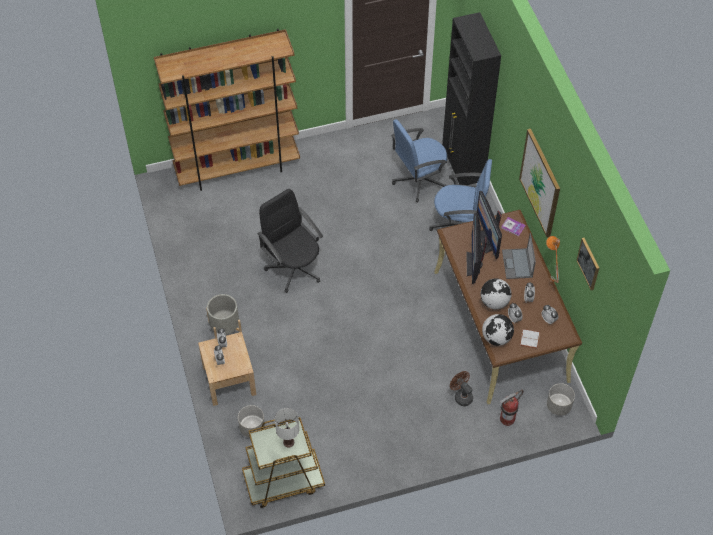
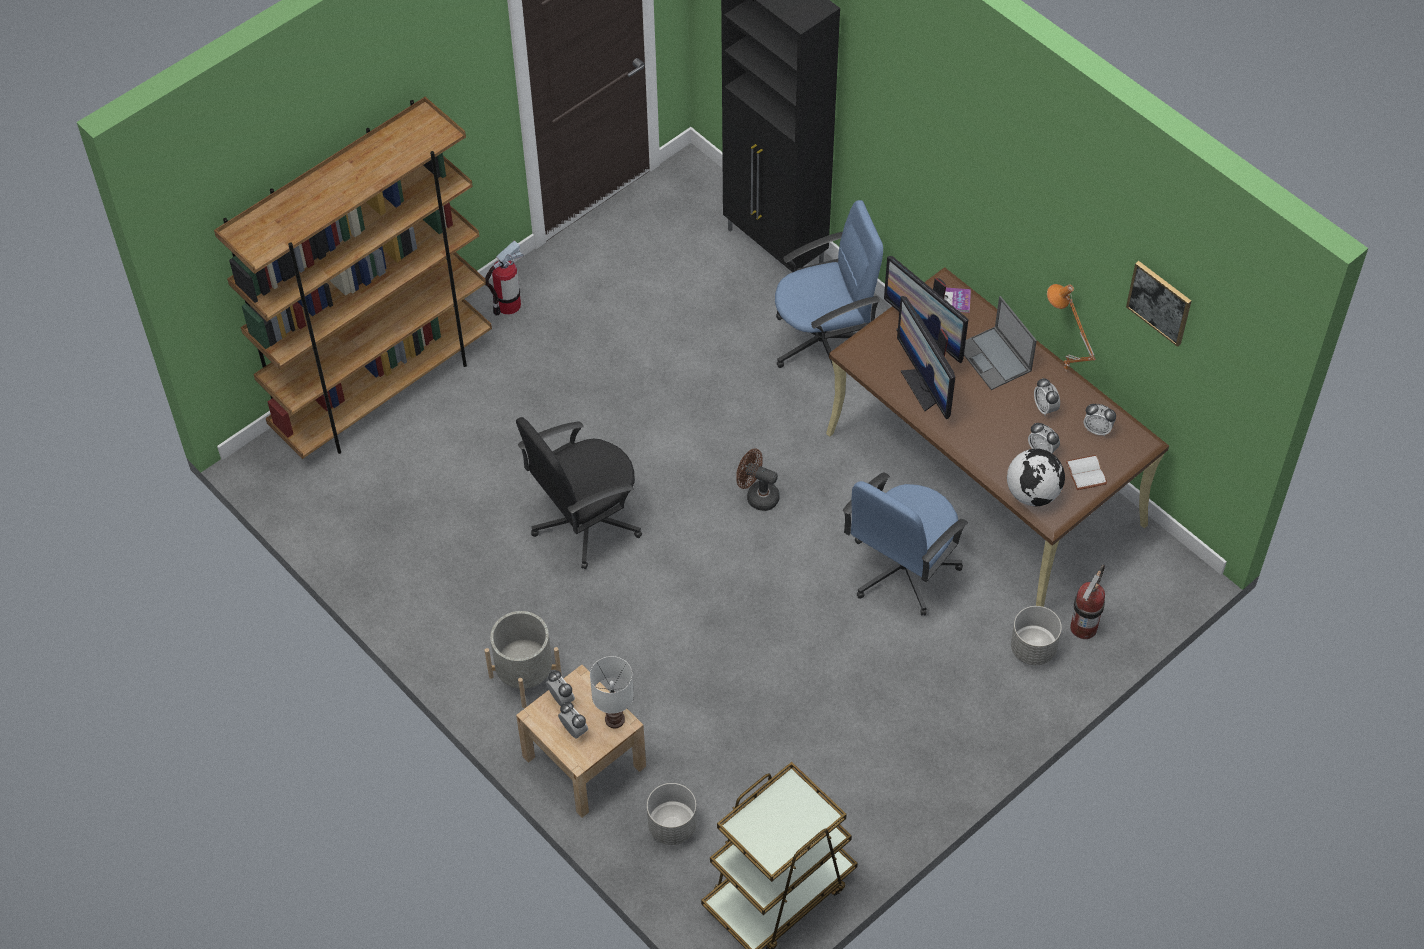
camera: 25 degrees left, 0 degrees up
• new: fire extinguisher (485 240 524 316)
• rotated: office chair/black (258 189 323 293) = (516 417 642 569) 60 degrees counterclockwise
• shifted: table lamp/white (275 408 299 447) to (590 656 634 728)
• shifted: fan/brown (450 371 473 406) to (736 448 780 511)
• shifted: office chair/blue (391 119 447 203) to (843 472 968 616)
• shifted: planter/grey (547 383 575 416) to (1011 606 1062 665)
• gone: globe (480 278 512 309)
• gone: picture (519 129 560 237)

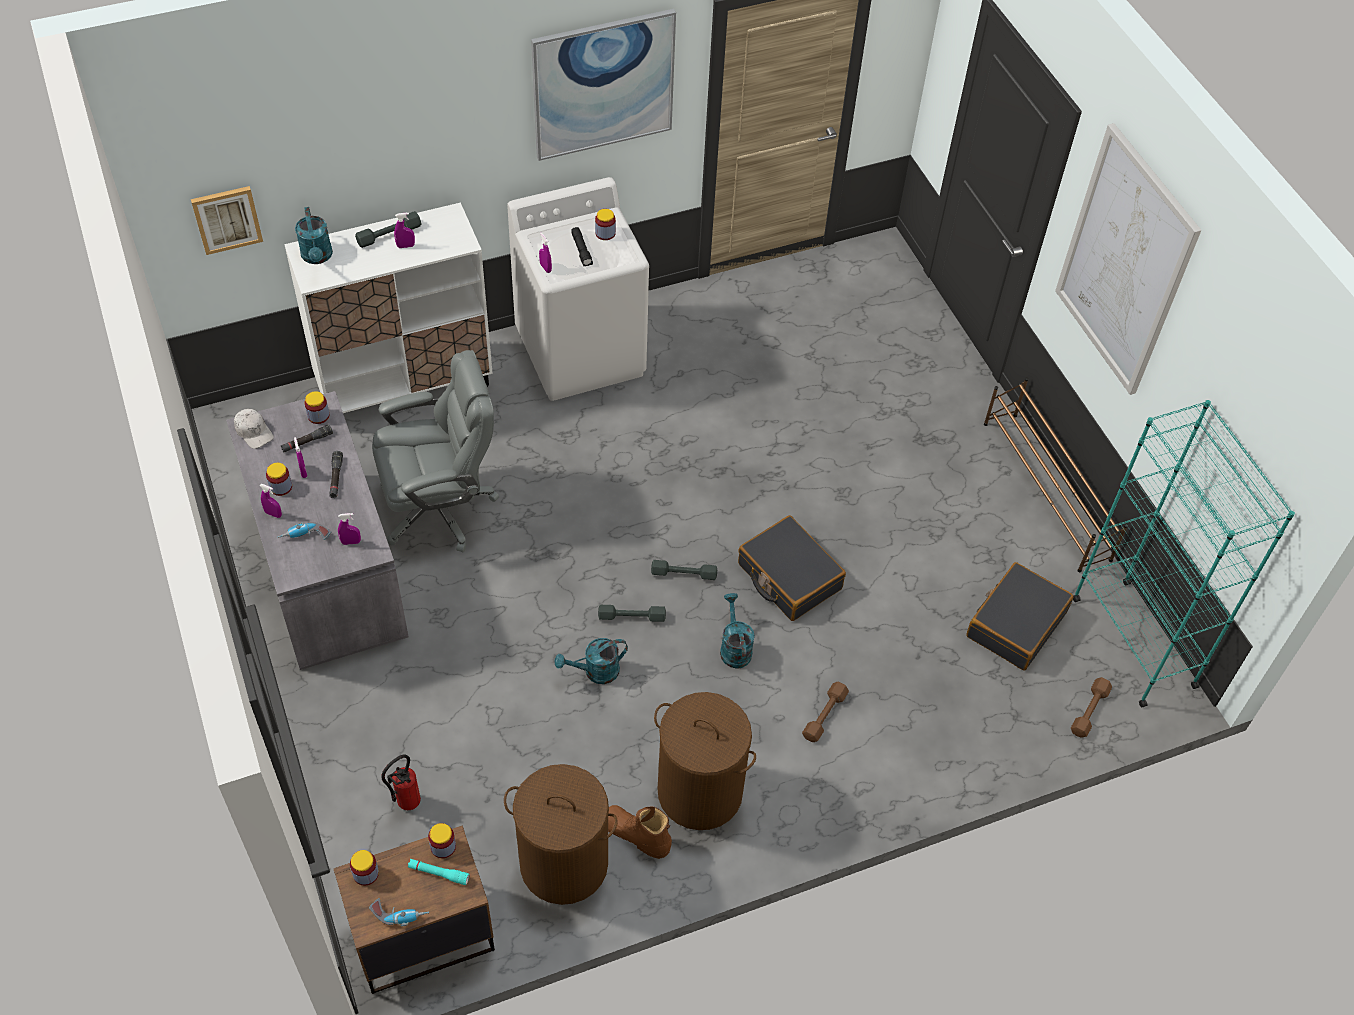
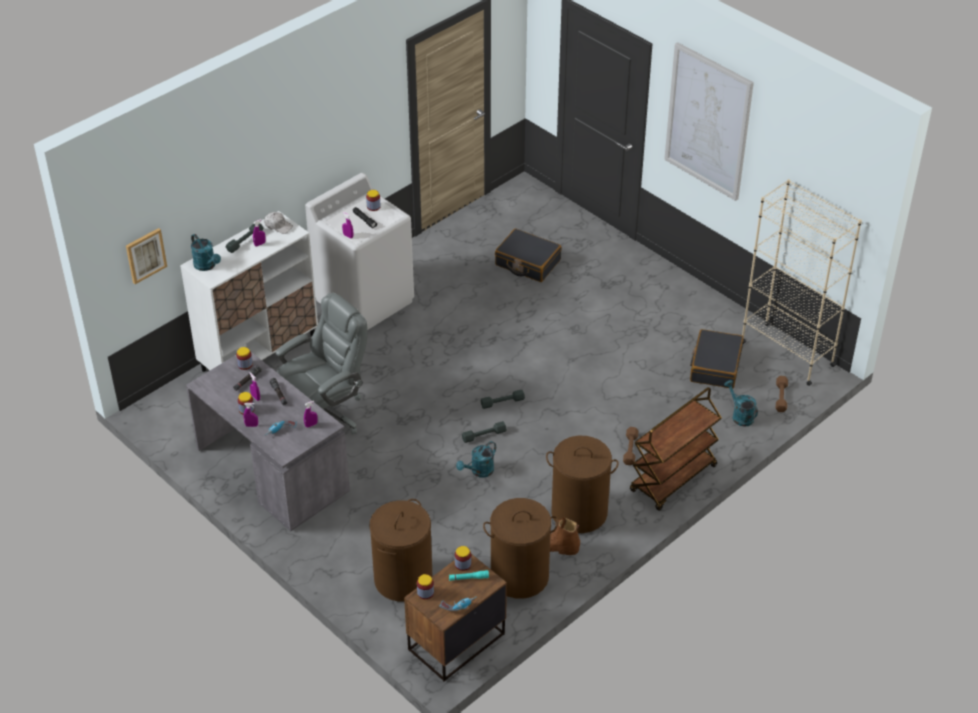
camera: 20 degrees left, 10 degrees down
• shifted: cap/white (234 409 274 449) to (264 212 293 234)
• swapped: fire extinguisher (382 754 421 810) to laundry basket/brown (369 499 432 602)
• shifted: suitcase/black (738 515 846 621) to (495 228 562 282)
• new: cart/brown (630 387 722 511)
• shifted: watering can/turquoise (720 593 755 669) to (724 380 758 427)
• repainted: bookcase/turquoise (1073 400 1295 707) to bookcase/beige (742 179 862 386)
• gone: picture (531 9 676 161)
• gone: shoe rack/brown (984 377 1128 572)

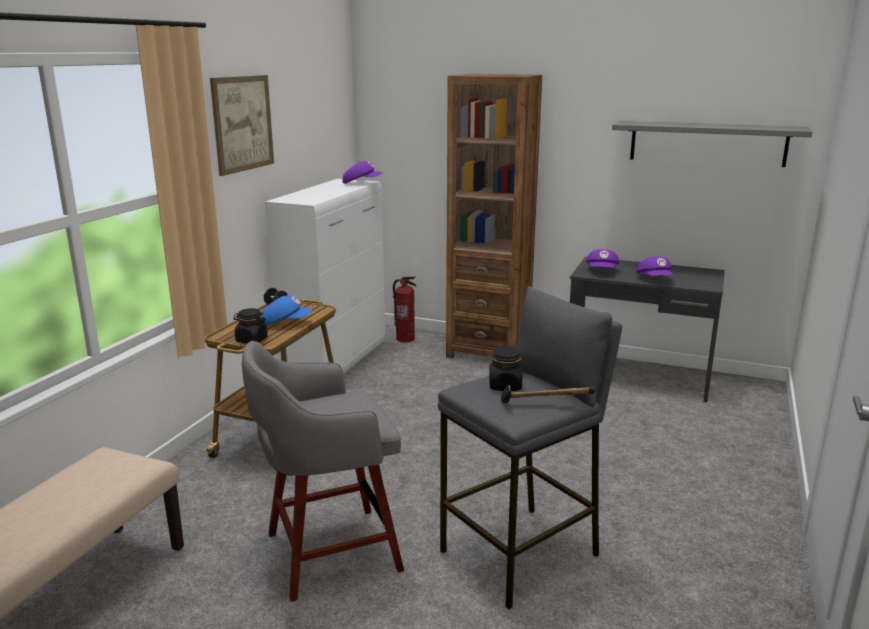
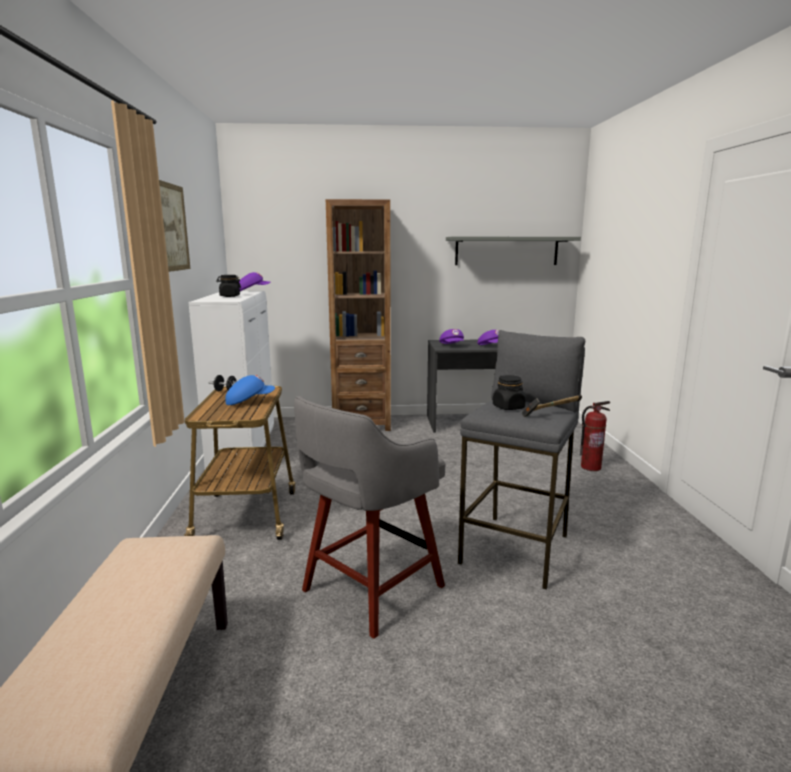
camera: 25 degrees left, 5 degrees down
• shifted: jar/black (233 308 268 343) to (216 275 241 297)
• shifted: fire extinguisher (393 277 416 342) to (580 401 610 471)

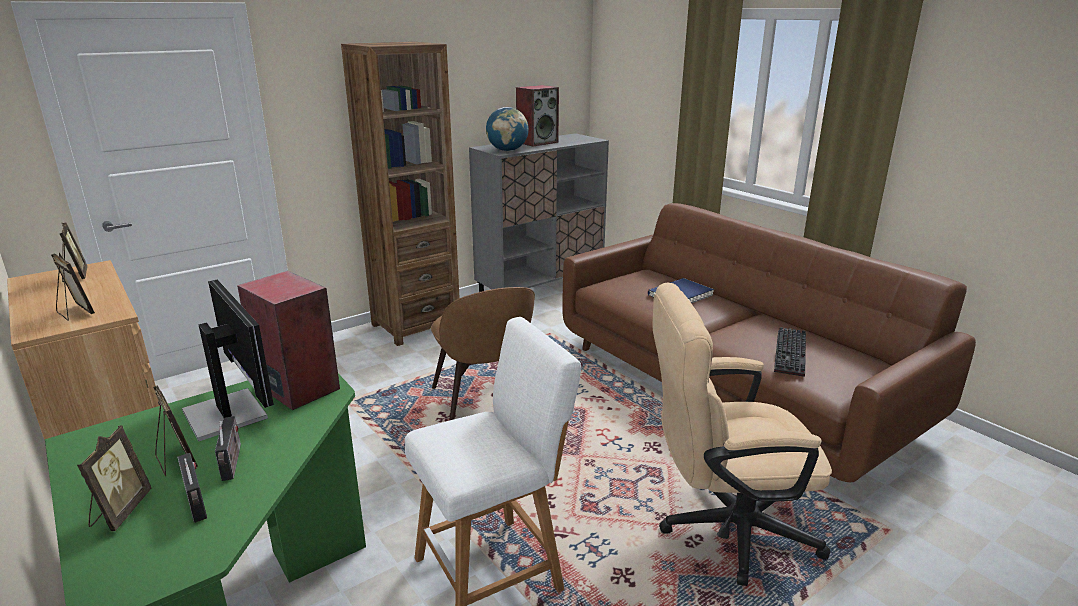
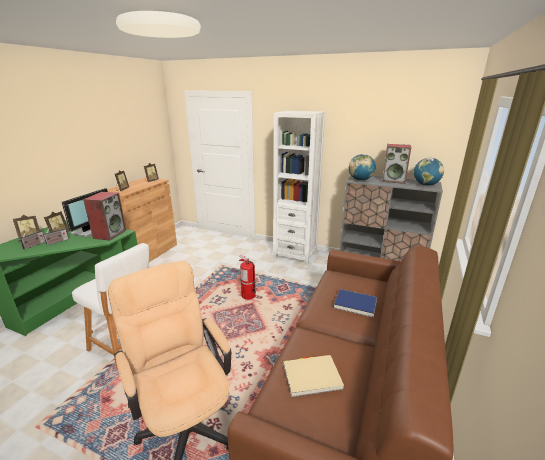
camera: 60 degrees right, 0 degrees up
• swapped: chair/brown (431 287 535 420) to fire extinguisher (239 254 256 300)
• repainted: bookcase/brown (341 42 460 346) to bookcase/white (273 111 325 265)
• swapped: keyboard (774 327 806 377) to book/beige (283 355 344 397)
• new: globe (414 158 444 186)

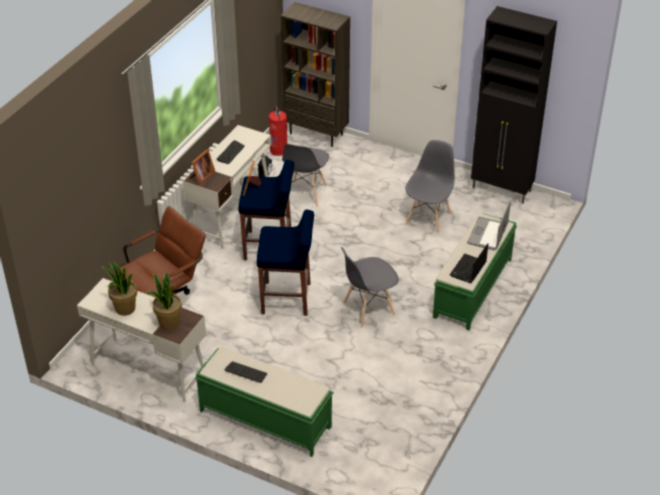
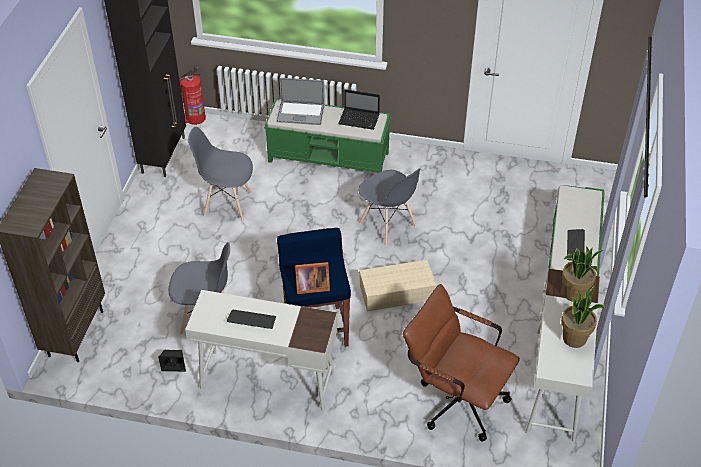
camera: 105 degrees left, 5 degrees up
• shifted: fire extinguisher (269 106 287 156) to (179 68 206 125)
• swapped: stool/blue (257 210 314 316) to storage box/beige (359 260 436 311)
• gone: picture frame (190 149 215 184)

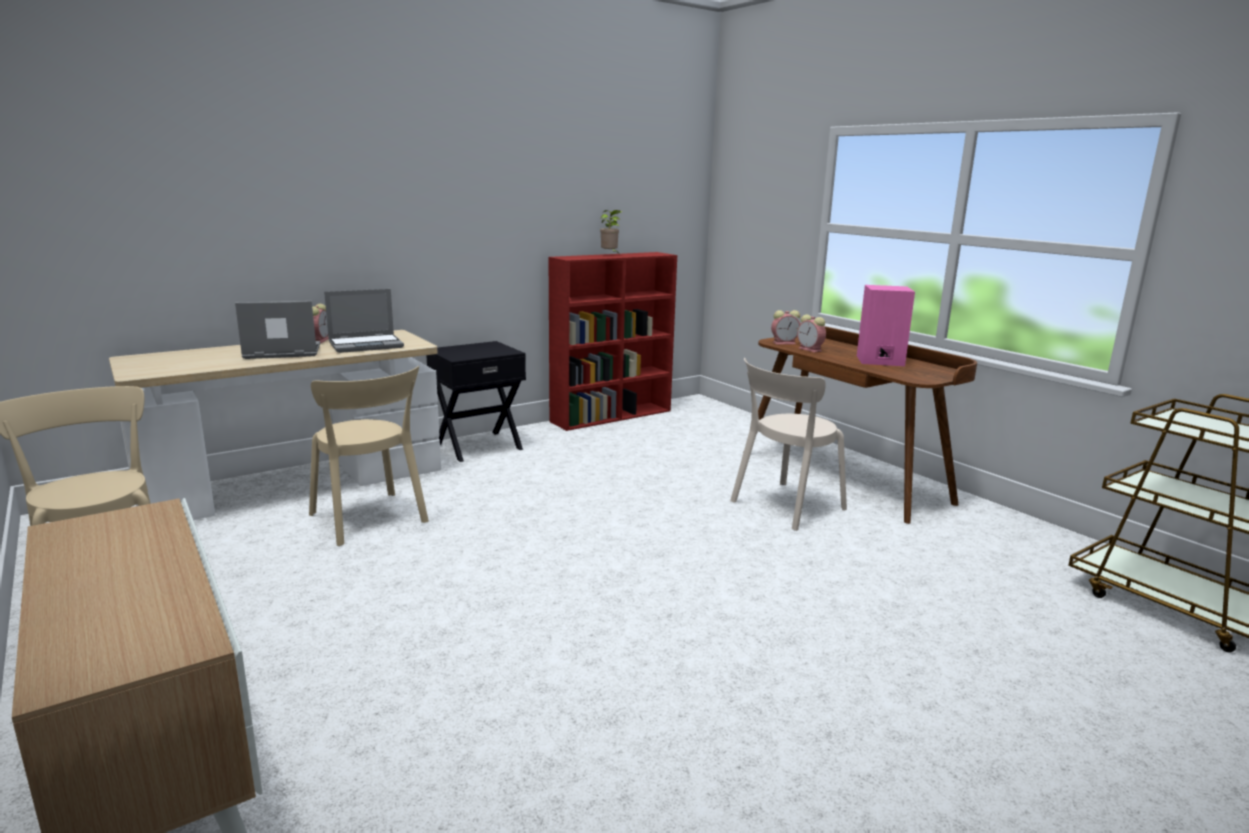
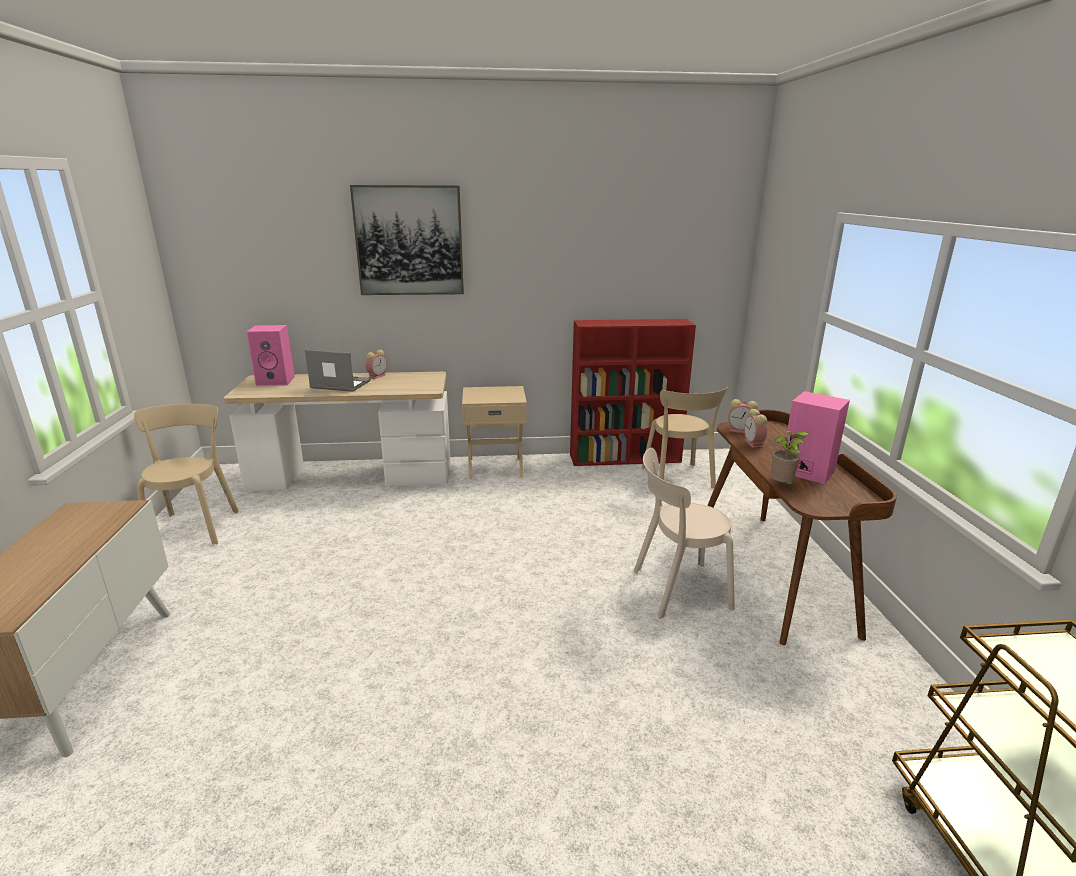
camera: 30 degrees right, 5 degrees up
• new: speaker/pink (247 325 295 386)
• new: picture (350 185 464 295)
• repainted: nightstand/black (426 341 526 462) to nightstand/beige (462 386 527 479)
• shifted: chair/beige (309 366 429 546) to (642 387 728 488)
• shifted: potted plant (600 210 622 253) to (770 430 810 484)
• gone: laptop (324 289 404 353)

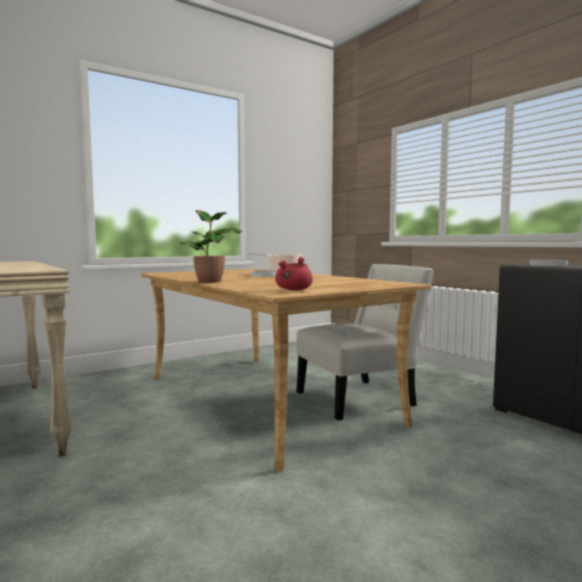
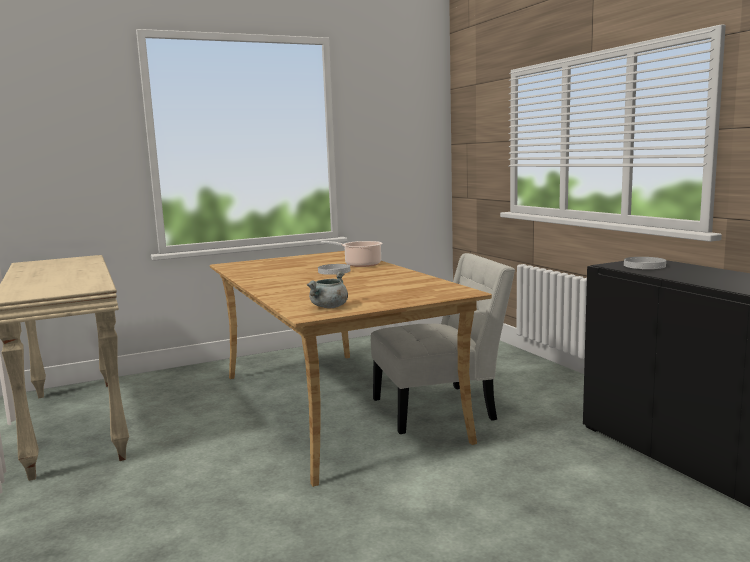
camera: 10 degrees right, 5 degrees up
• repainted: cooking pot/red (275 257 313 291) to cooking pot/grey (307 271 348 308)
• gone: potted plant (180 210 243 283)

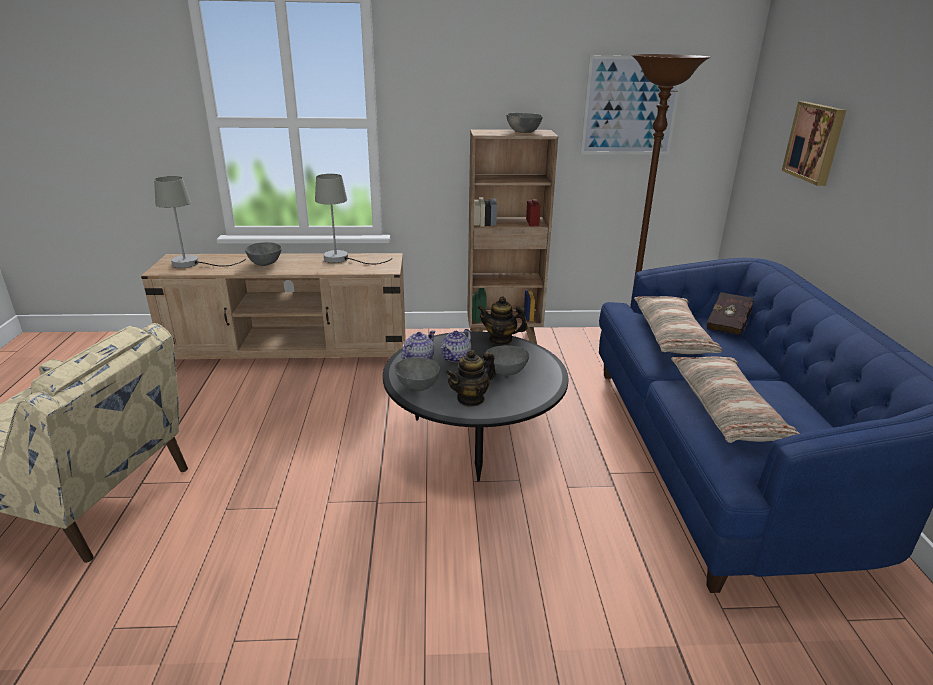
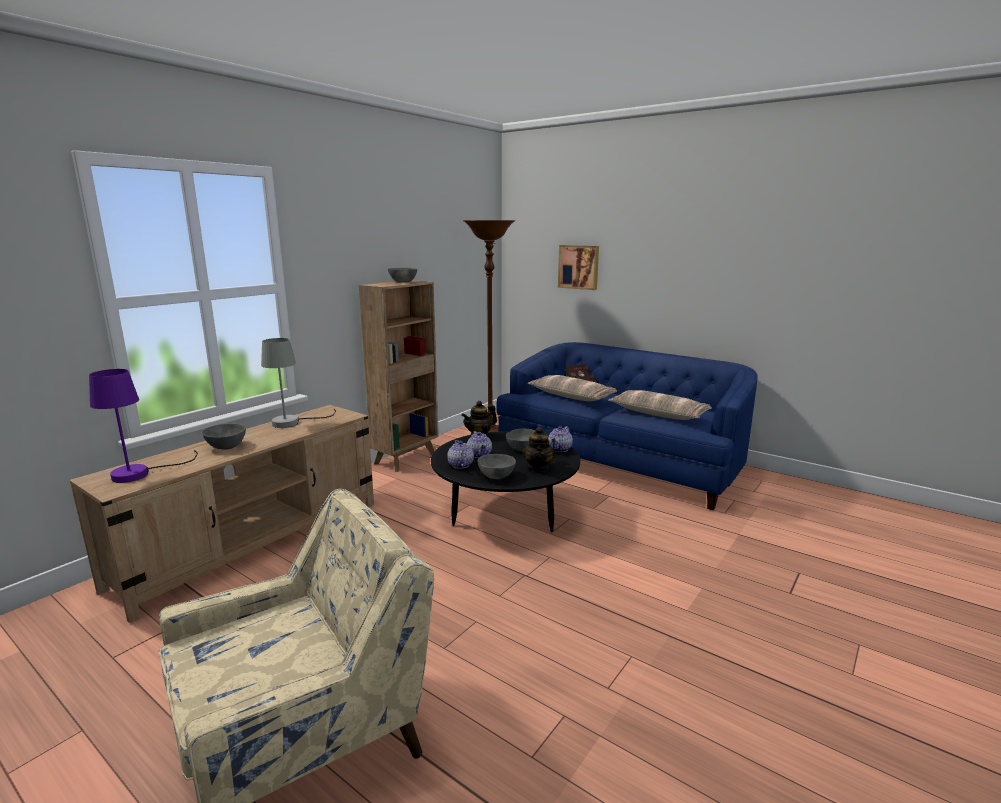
camera: 50 degrees left, 10 degrees down
• repainted: table lamp/grey (154 176 246 268) to table lamp/purple (89 369 198 483)
• new: teapot (548 426 573 452)
• gone: picture (580 55 680 155)

